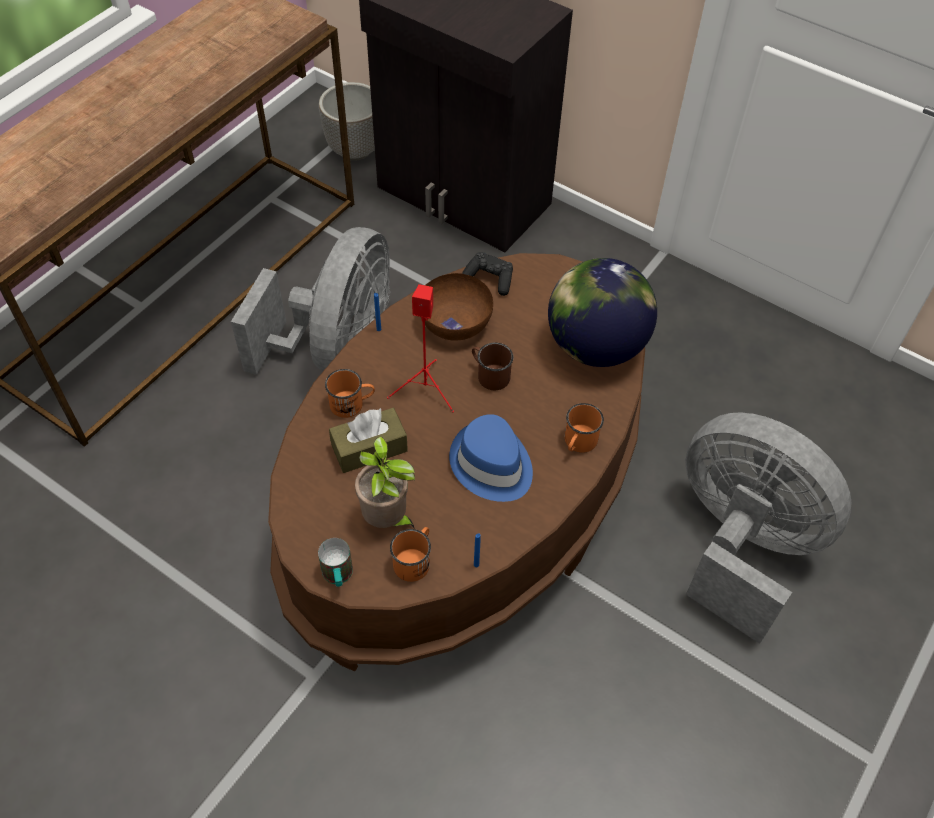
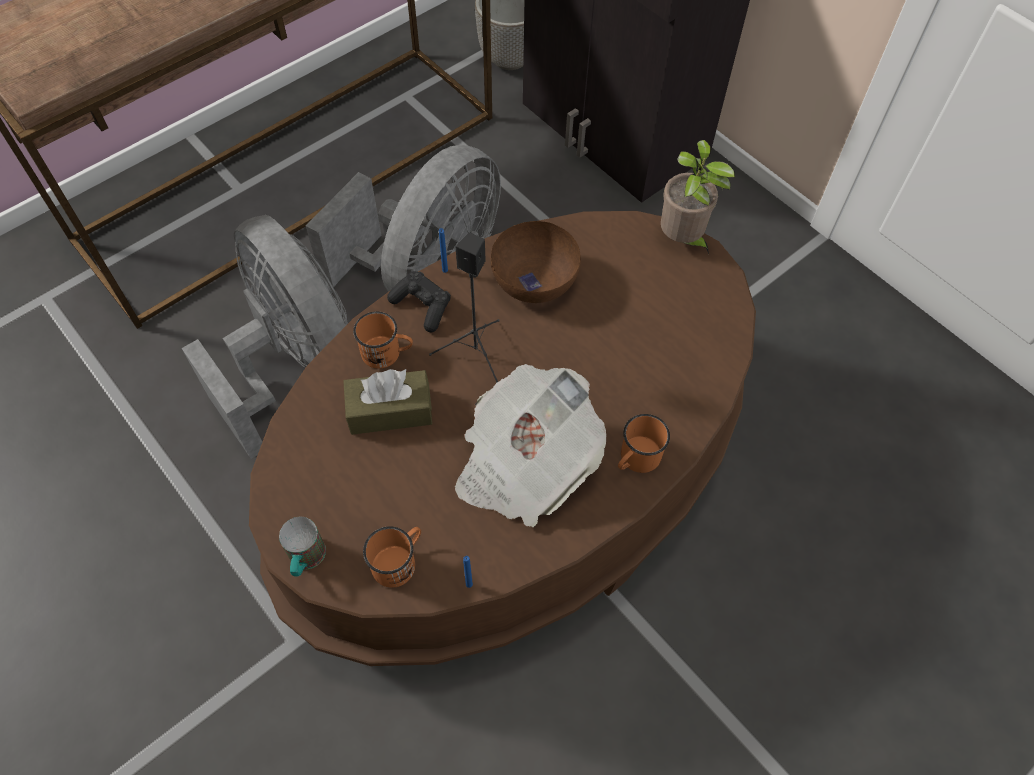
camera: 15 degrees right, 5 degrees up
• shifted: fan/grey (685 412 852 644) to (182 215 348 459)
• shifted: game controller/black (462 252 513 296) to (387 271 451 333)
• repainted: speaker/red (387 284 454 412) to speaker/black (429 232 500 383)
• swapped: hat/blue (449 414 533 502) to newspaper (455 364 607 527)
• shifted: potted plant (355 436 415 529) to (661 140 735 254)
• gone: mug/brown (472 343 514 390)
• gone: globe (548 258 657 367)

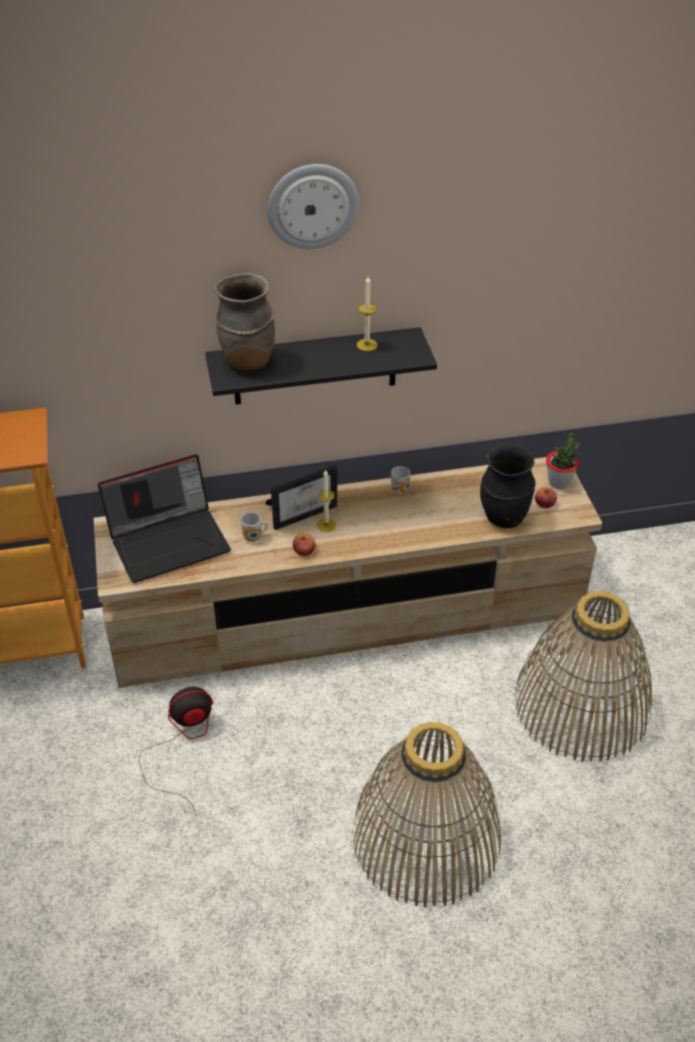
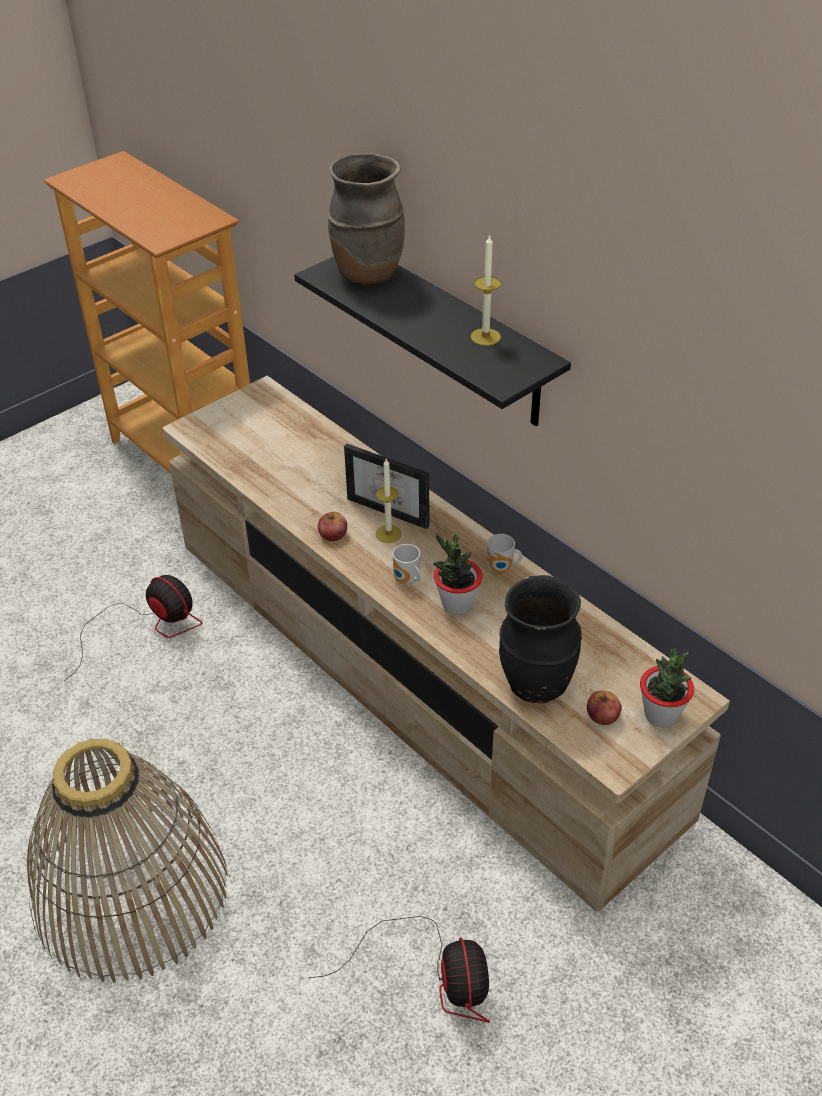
camera: 60 degrees right, 0 degrees up
• swapped: basket (514 591 652 762) to fan (310 916 490 1023)
• shifted: mug (241 512 268 542) to (393 544 421 584)
• new: potted plant (433 533 483 615)
• gone: laptop (98 454 231 583)
• gone: wall clock (267 164 359 249)

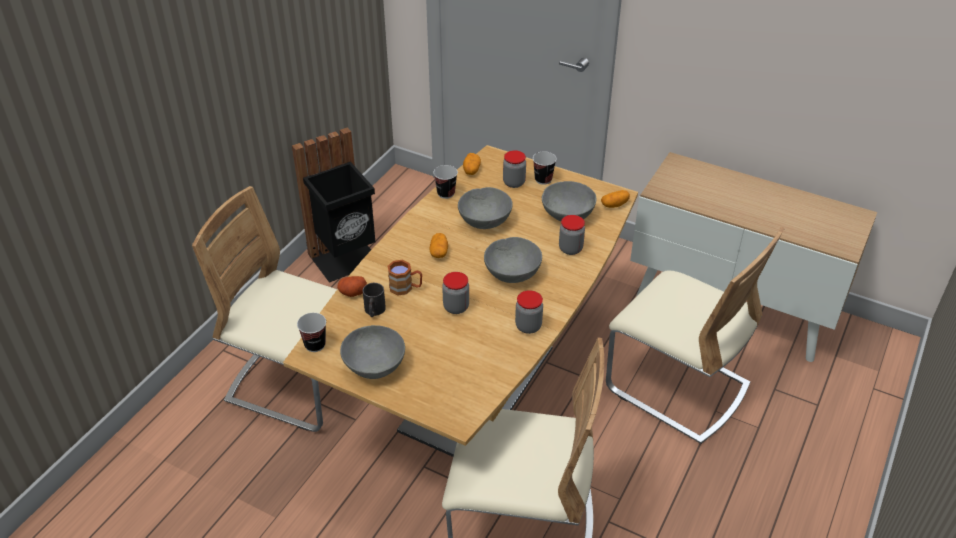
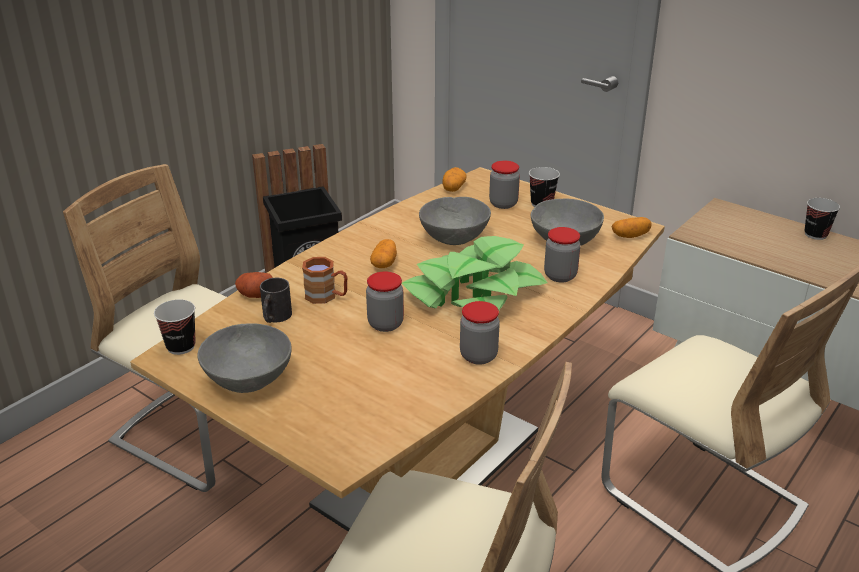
camera: 10 degrees right, 10 degrees down
• swapped: bowl/grey (484 237 542 283) to potted plant (401 236 547 310)
• shifted: cup (433 165 458 199) to (804 198 840 240)

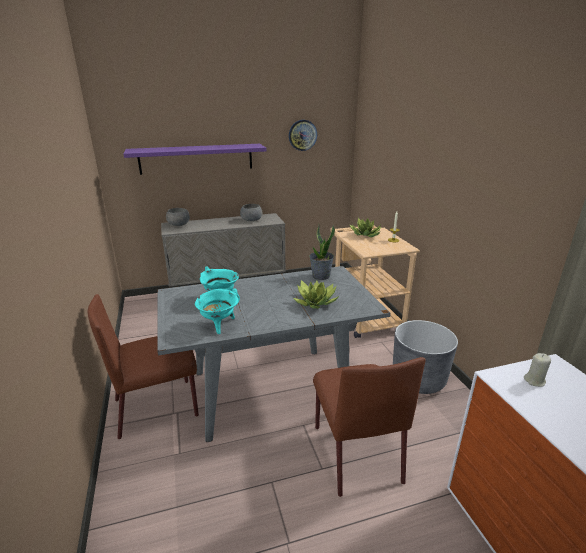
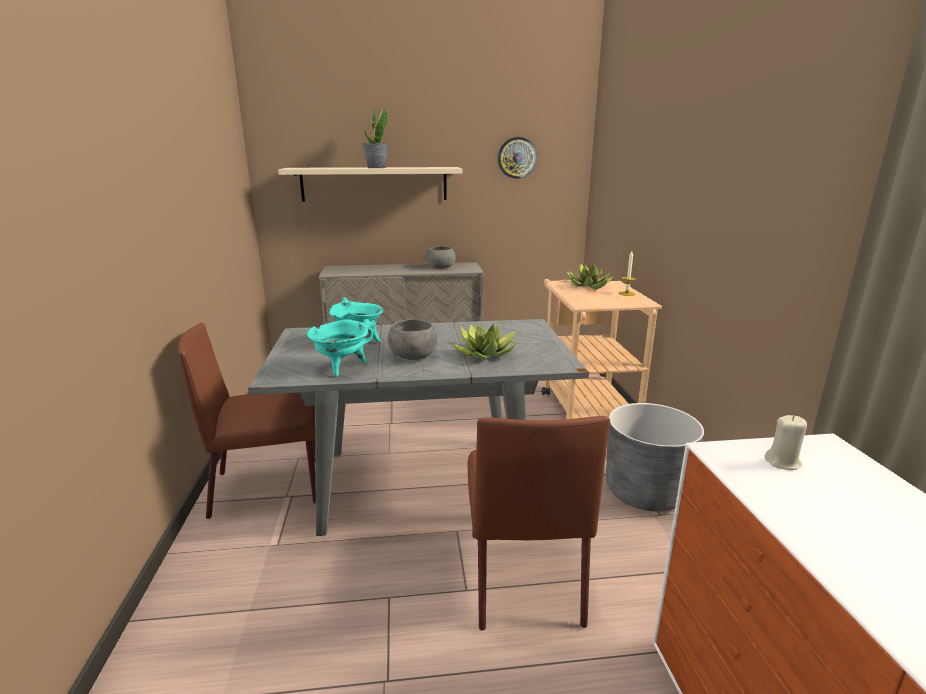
camera: 10 degrees right, 5 degrees down
• repainted: shelf/purple (123 144 267 175) to shelf/beige (278 167 462 202)
• shifted: potted plant (309 224 335 280) to (363 106 388 168)
• shifted: bowl/grey (166 208 190 226) to (388 319 438 360)

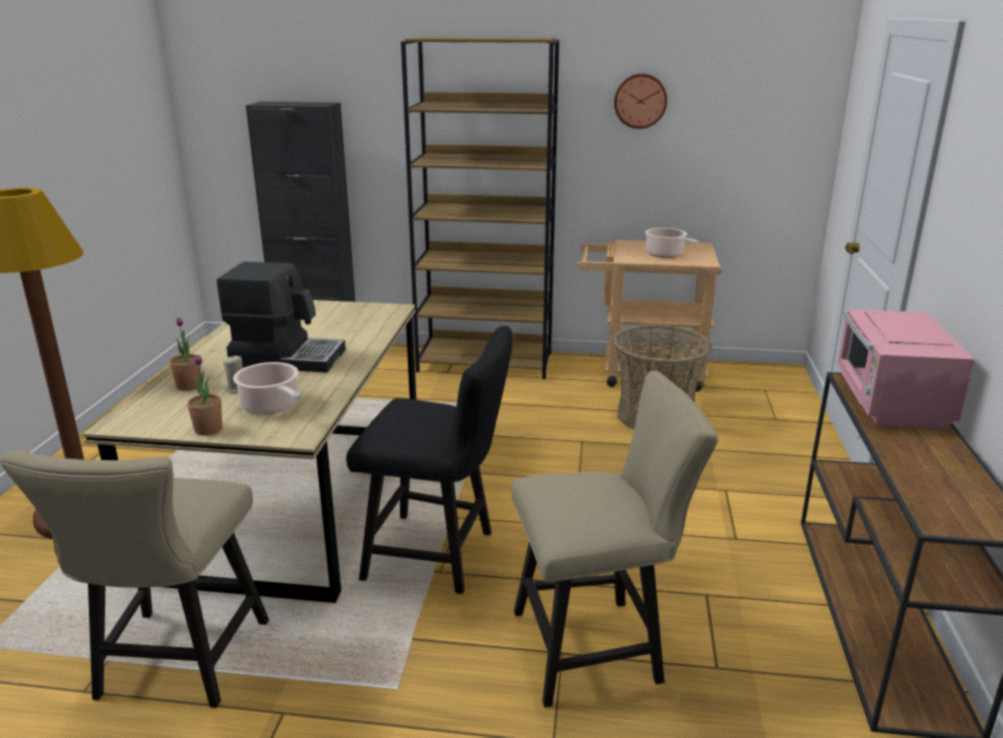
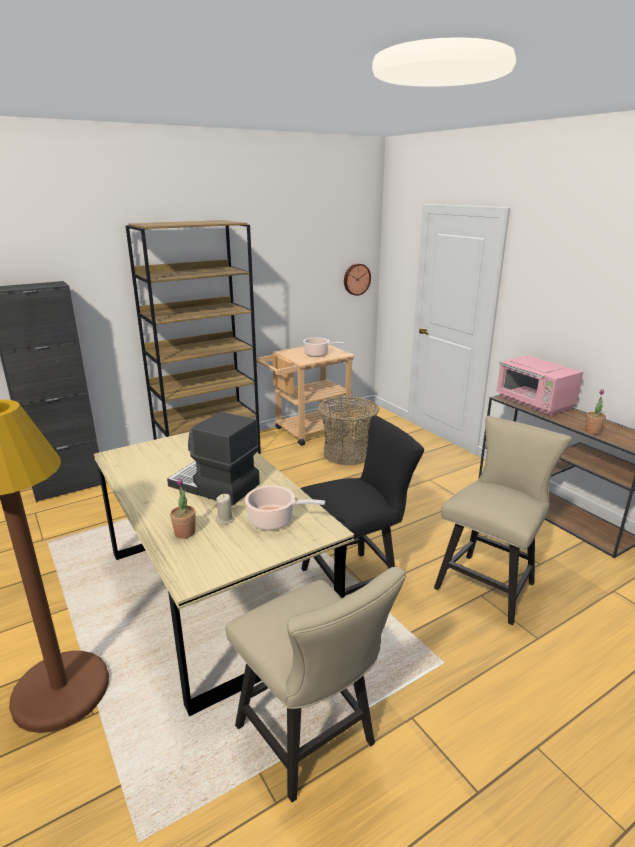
camera: 40 degrees left, 0 degrees up
• rotated: coffee machine (217 261 346 373) = (167 412 260 506) 120 degrees counterclockwise
• shifted: wall clock (614 74 667 129) to (344 263 371 296)
• shifted: potted plant (187 355 222 436) to (585 389 606 434)

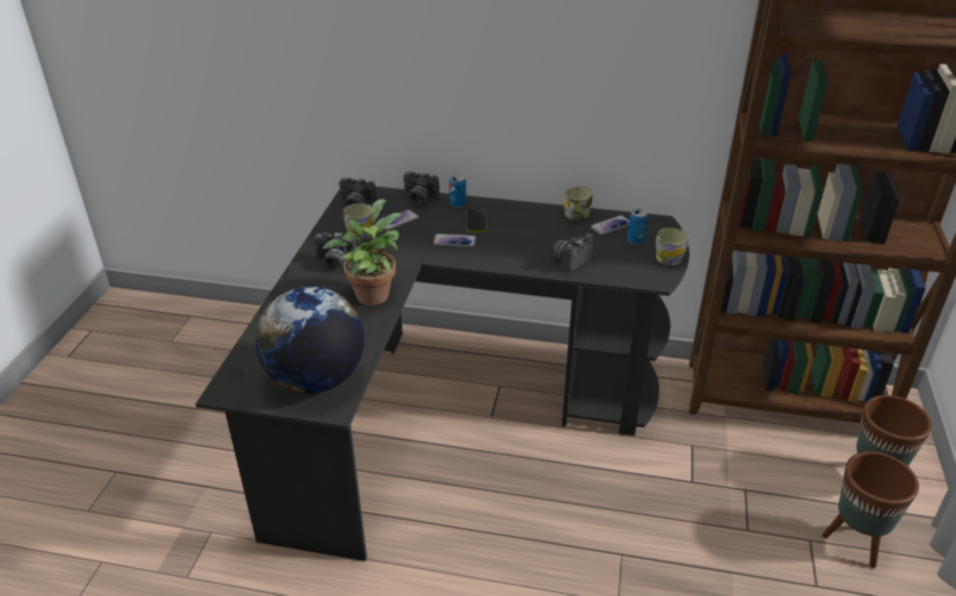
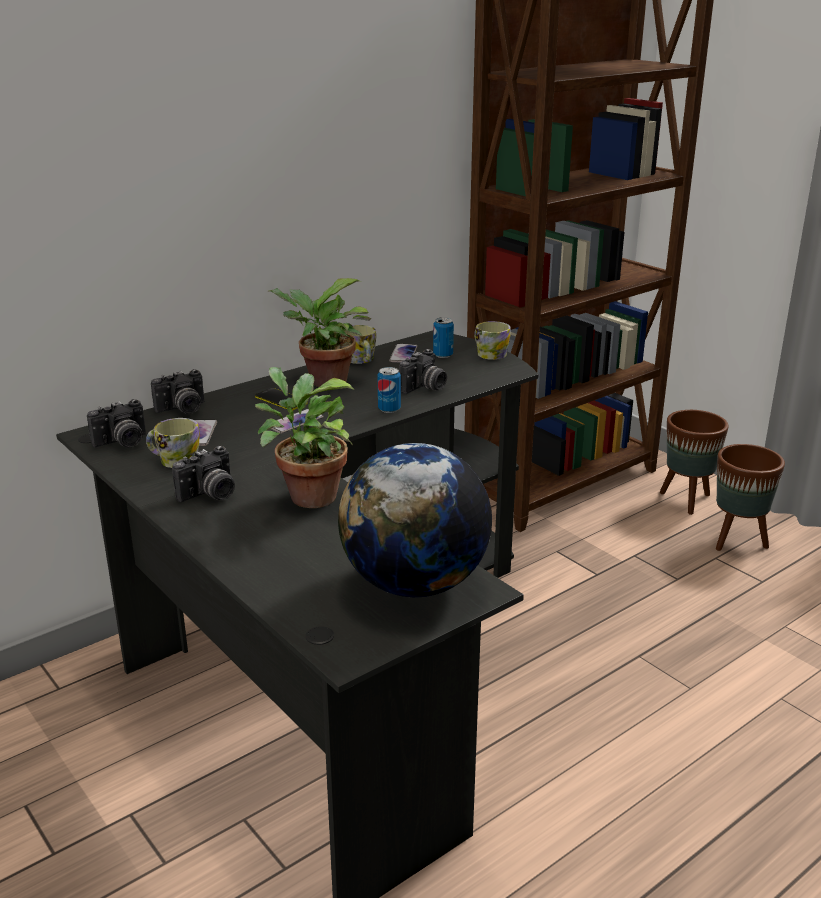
camera: 50 degrees left, 10 degrees down
• new: potted plant (269 278 371 387)
• shifted: can (449 175 466 208) to (378 367 401 413)
• rotated: photo camera (553 233 594 272) = (399 349 447 394) 135 degrees counterclockwise

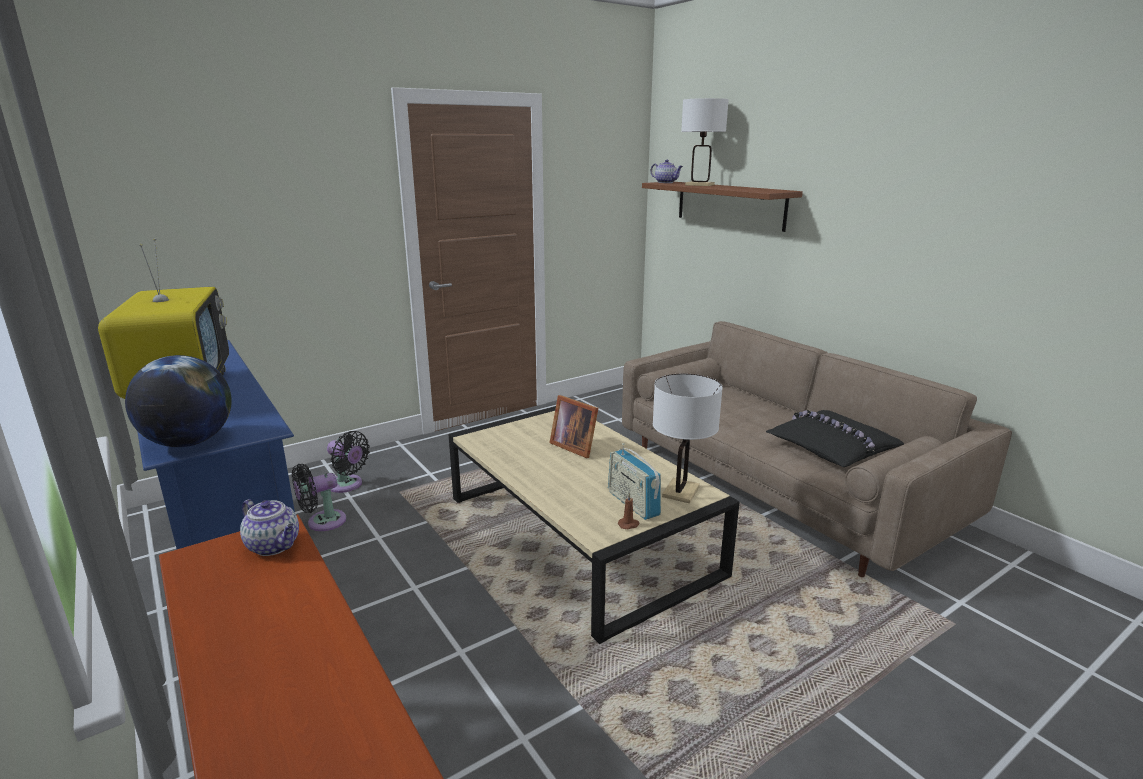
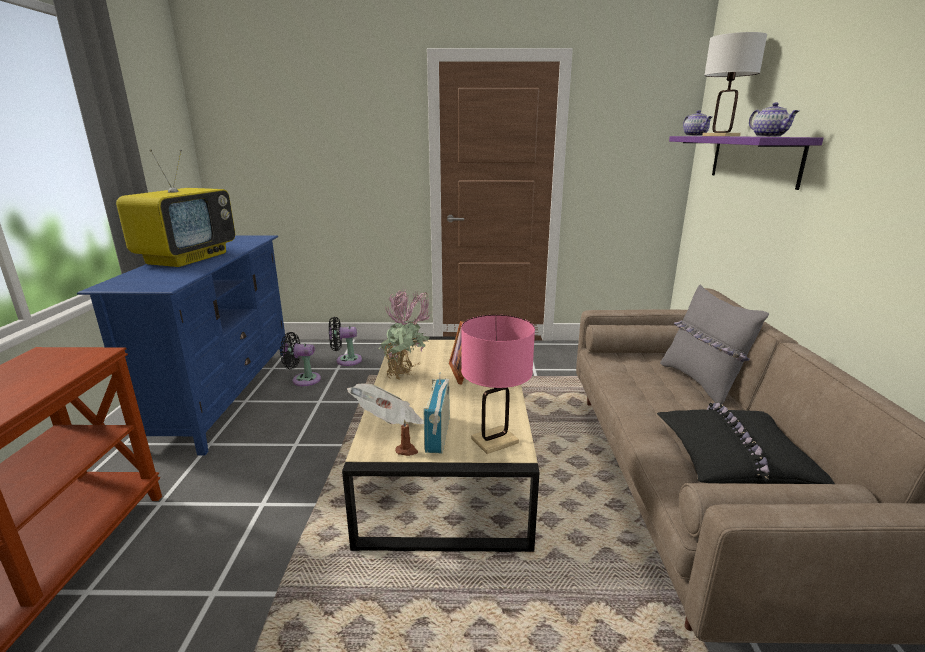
camera: 35 degrees right, 0 degrees up
• rotated: fan/black (327 431 370 493) = (329 317 362 366) 105 degrees clockwise
• new: newspaper (347 383 424 425)
• new: potted plant (379 290 431 380)
• repainted: table lamp/white (653 374 723 503) to table lamp/pink (461 315 535 454)
• new: pillow/grey (660 284 769 405)
• repainted: shelf/brown (642 182 803 232) to shelf/purple (669 136 823 190)
• shifted: teapot (240 499 299 556) to (749 102 799 137)
• gone: globe (125 355 232 447)

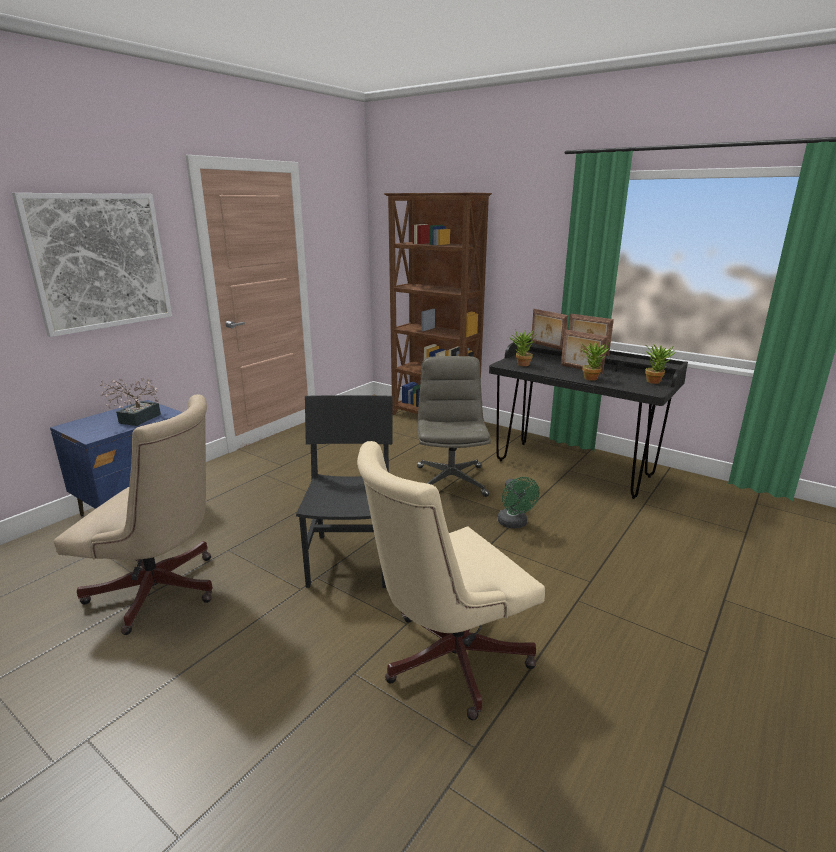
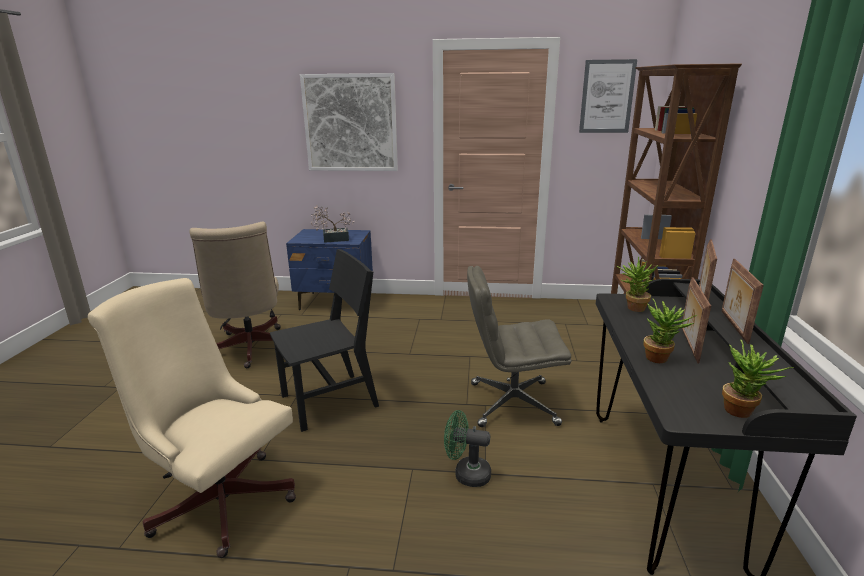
camera: 60 degrees right, 0 degrees up
• rotated: fan/green (498 477 540 529) = (444 410 491 487) 60 degrees clockwise
• rotated: office chair/grey (417 356 491 497) = (467 266 572 427) 150 degrees counterclockwise
• new: picture (579 59 637 133)

